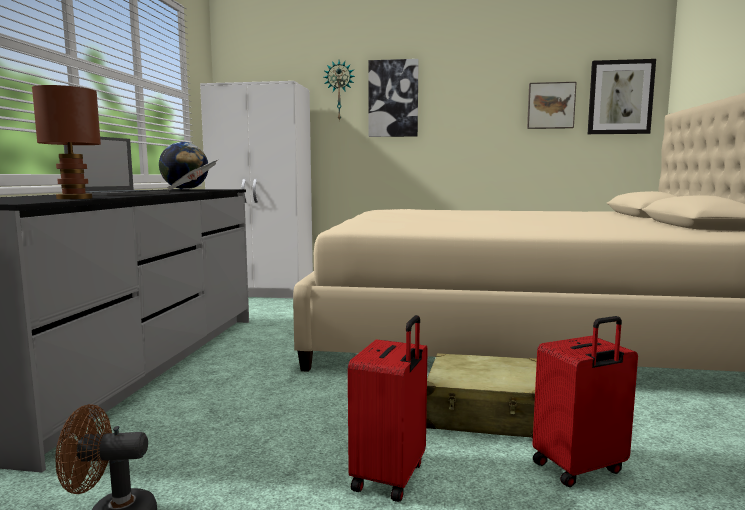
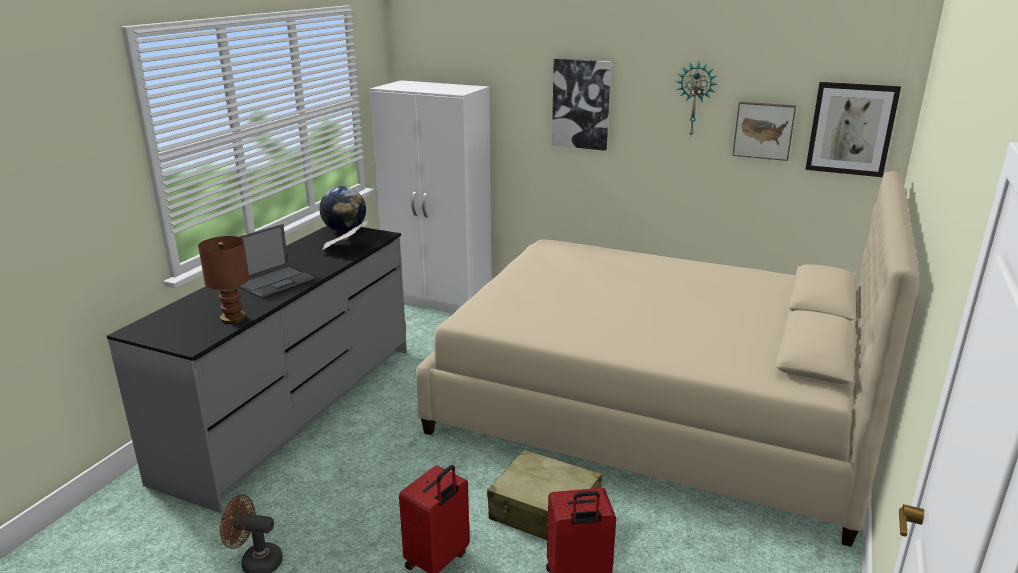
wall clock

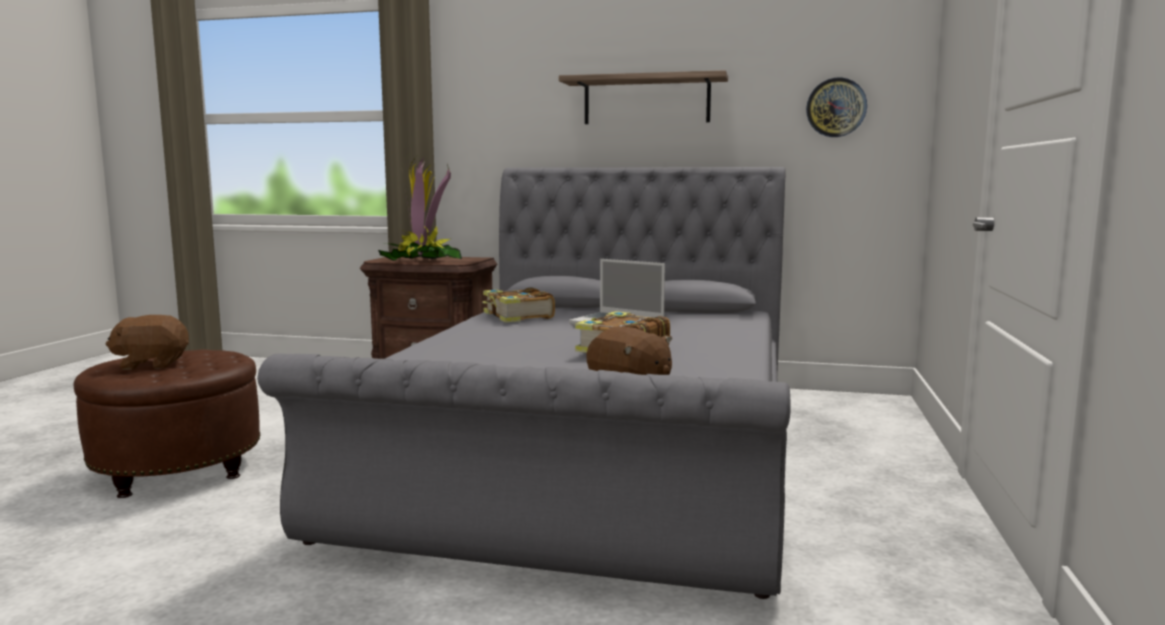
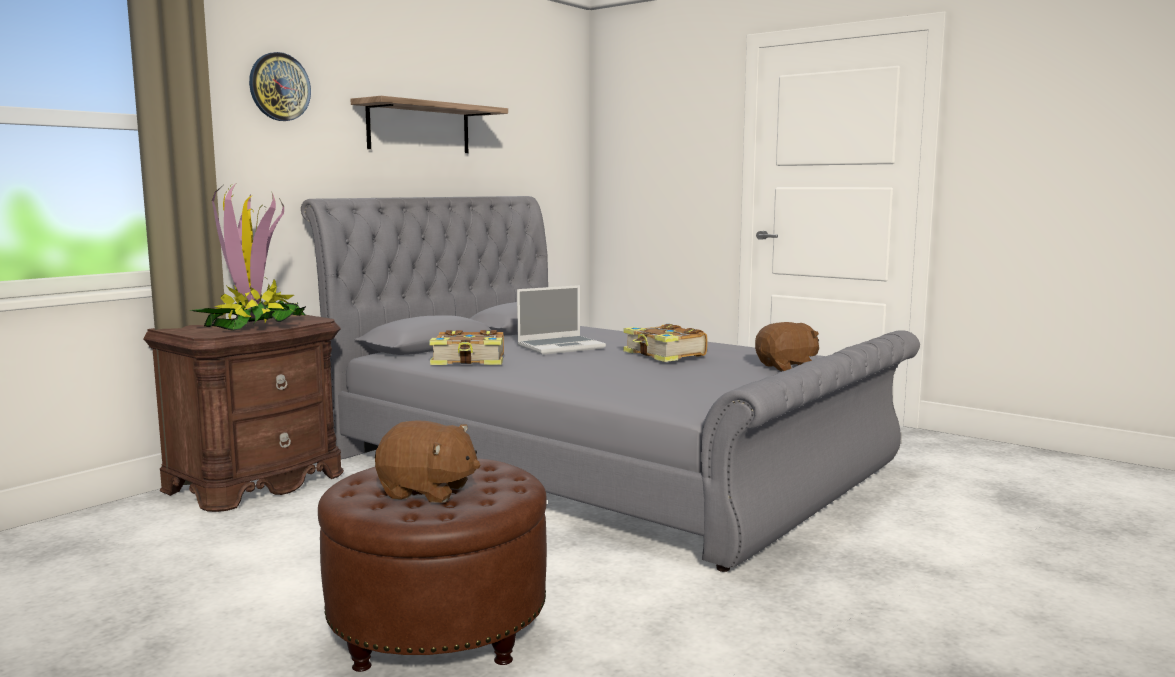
wall clock
brown plush toy (no. 1 from left)

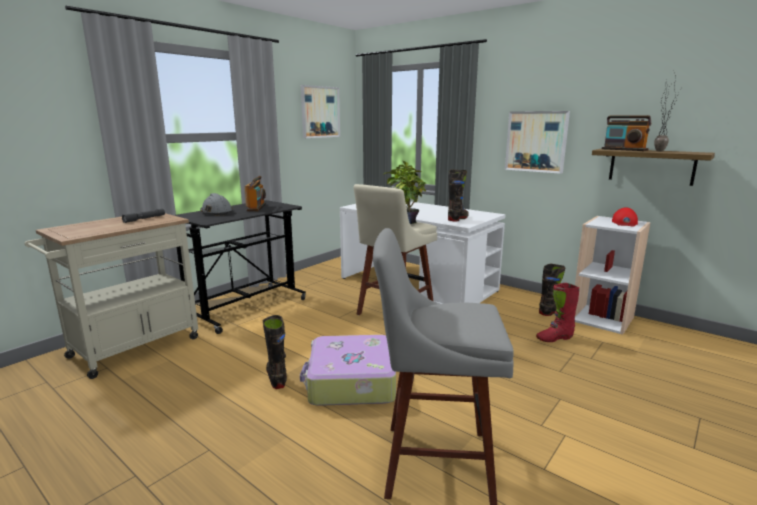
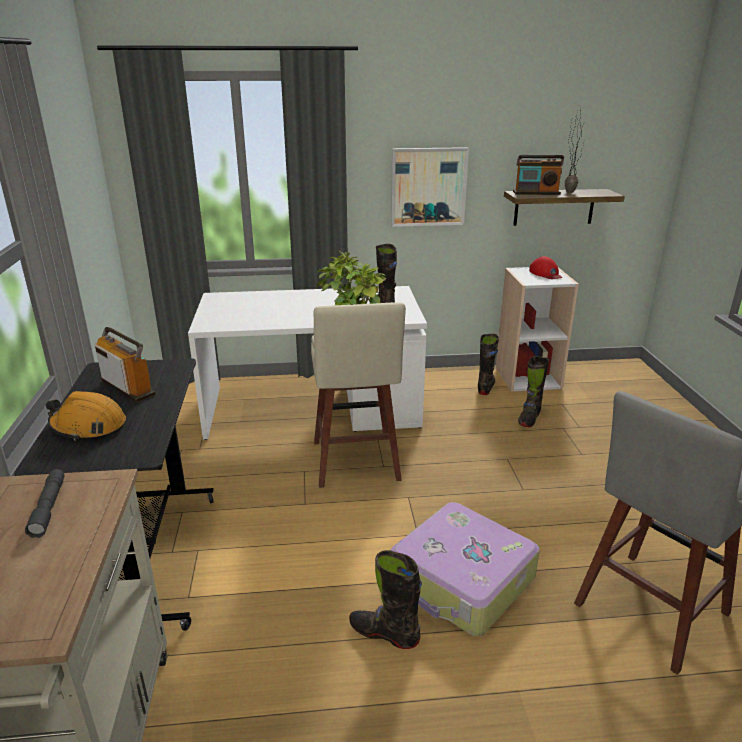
picture (no. 1 from left in the first image)
orange hard hat
black boot (no. 4 from left)

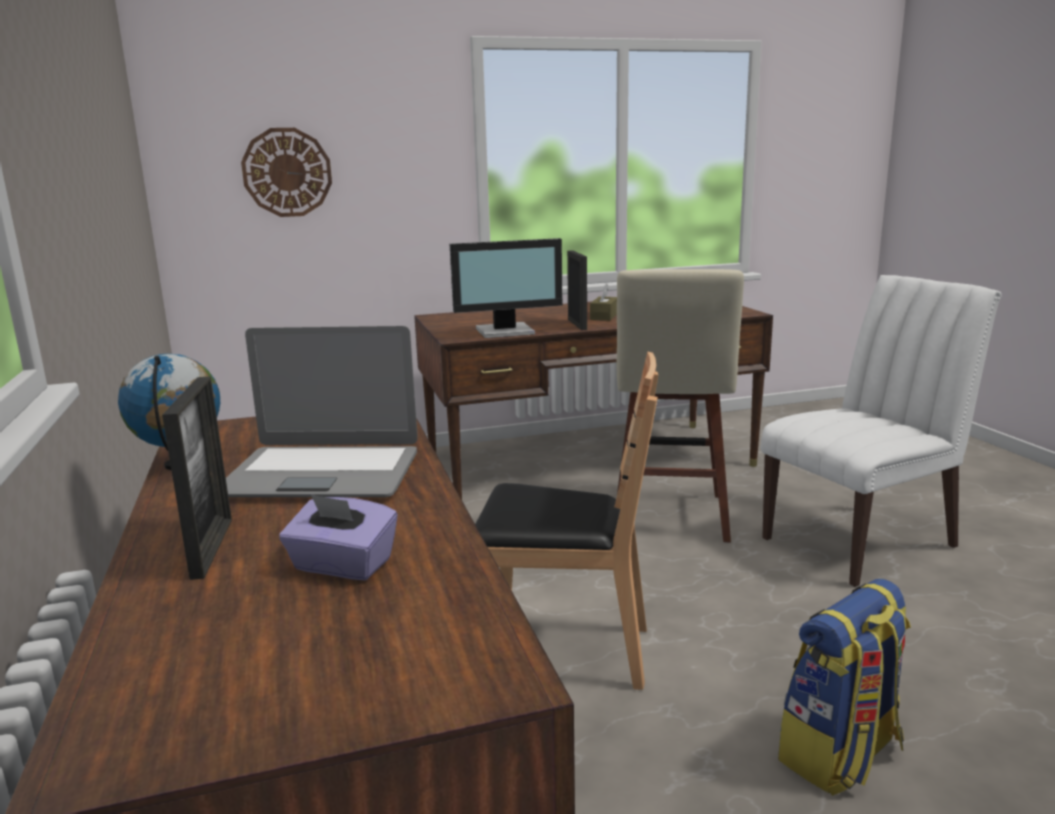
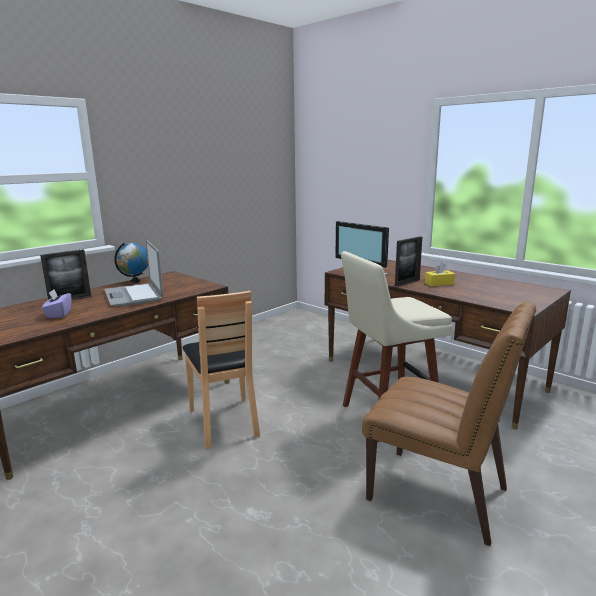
wall clock
backpack
yellow tissue box
brown chair (no. 2 from left)

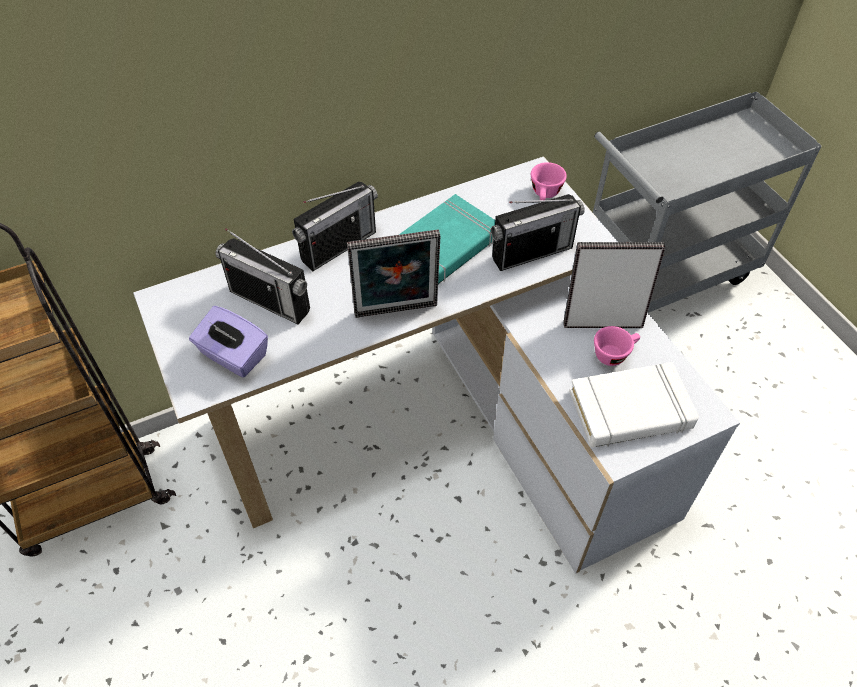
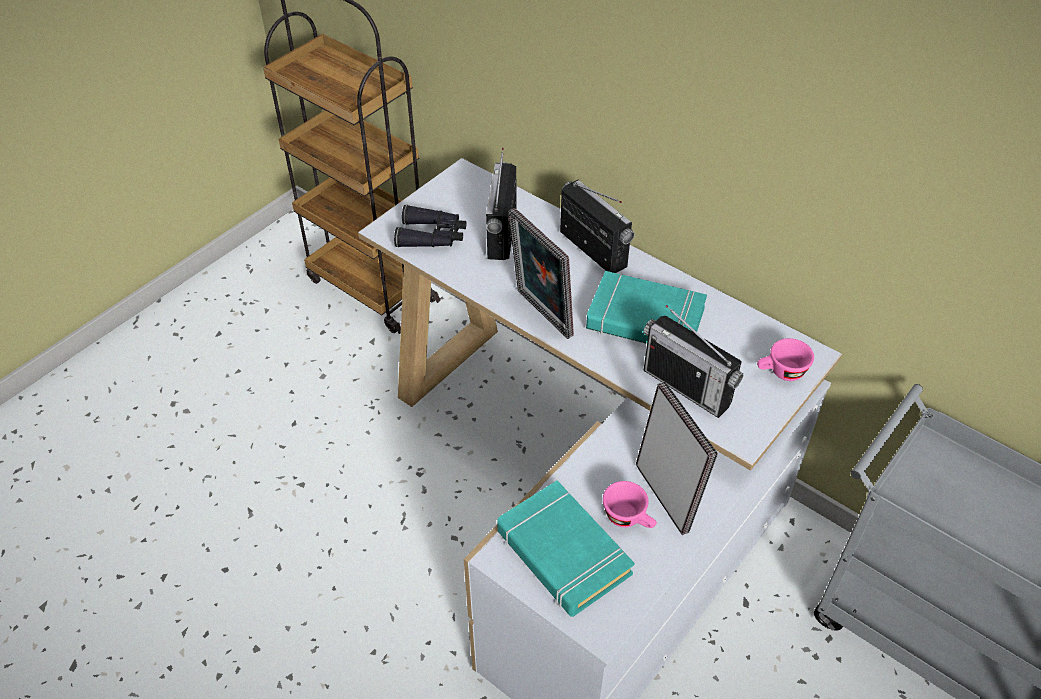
black binoculars
turquoise book (no. 1 from left)
radio (no. 2 from left)

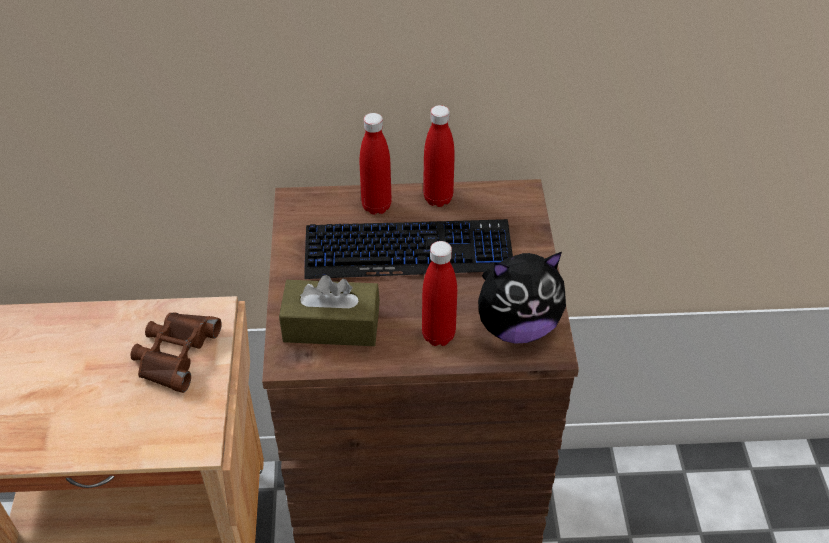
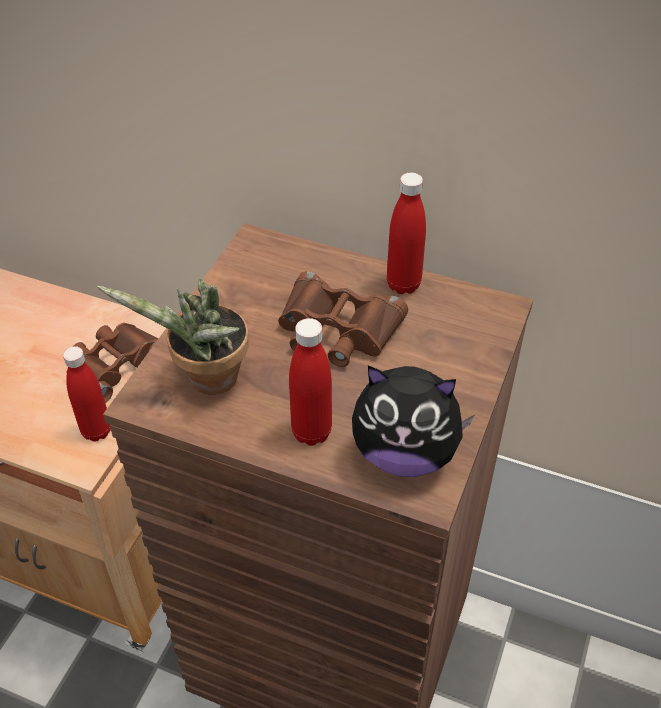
red bottle (no. 1 from left)
potted plant
brown binoculars (no. 2 from left)

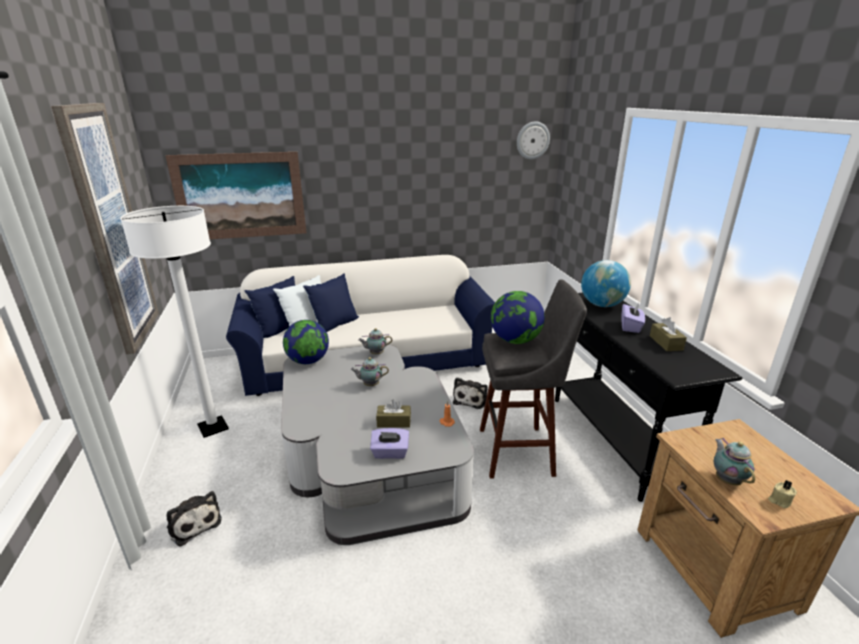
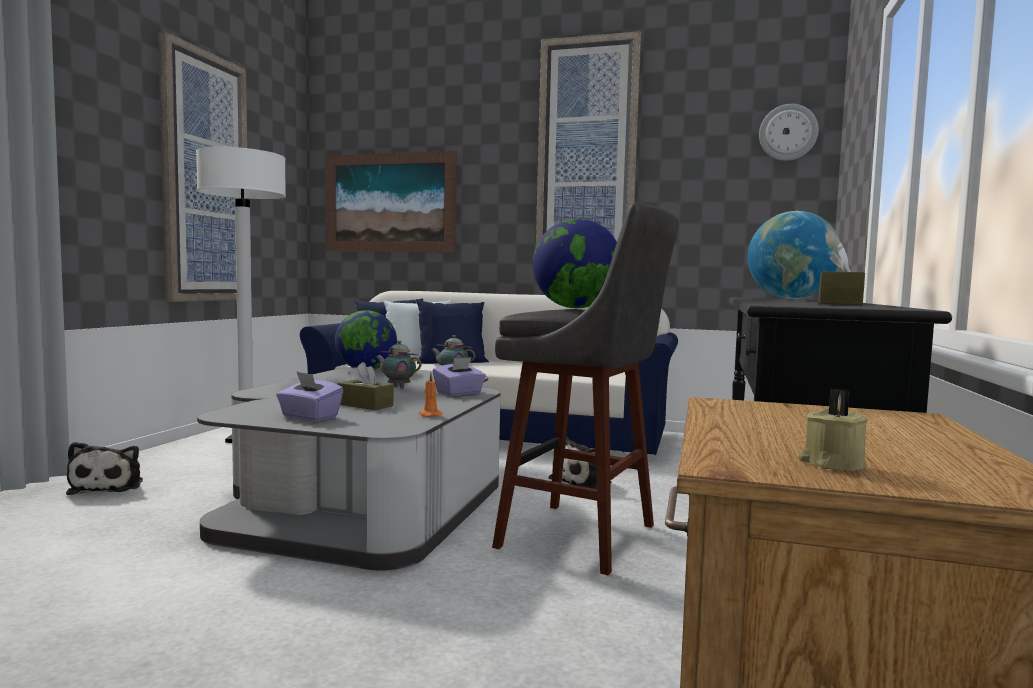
teapot (no. 3 from left in the first image)
picture (no. 3 from left)
purple tissue box (no. 2 from left)

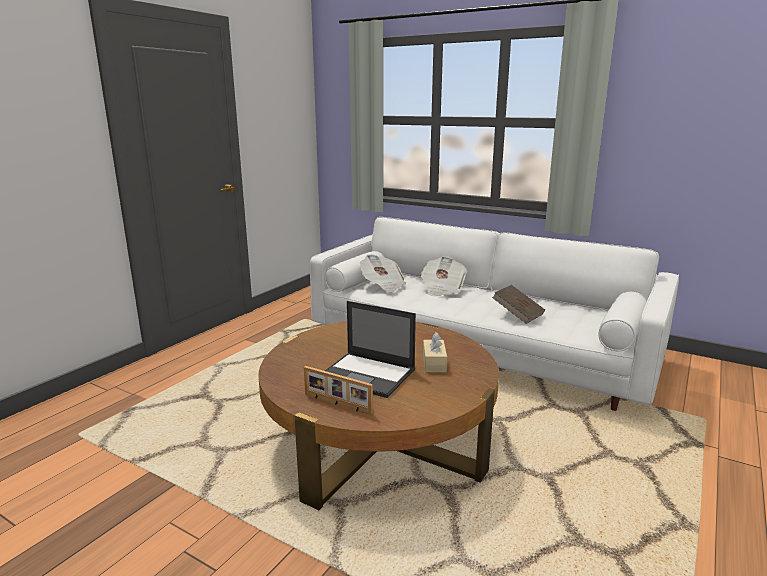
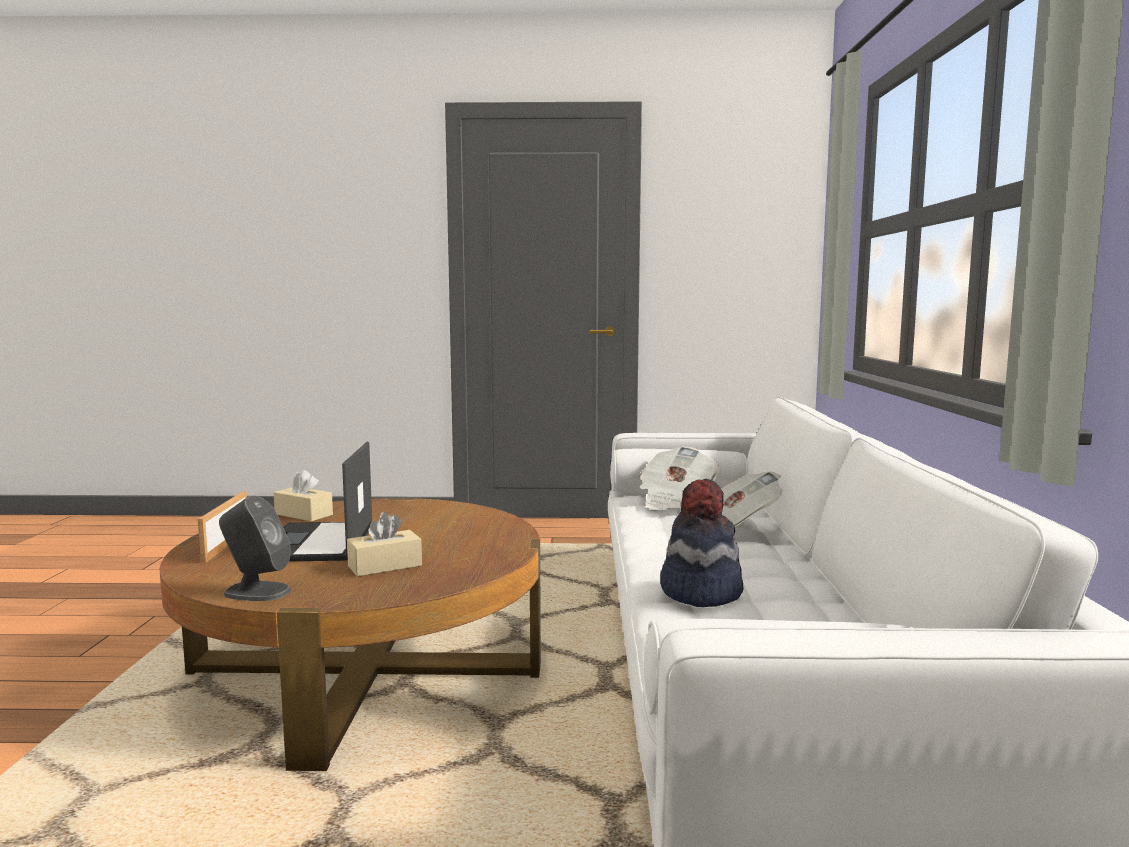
grey speaker
beige tissue box (no. 1 from left)
hat

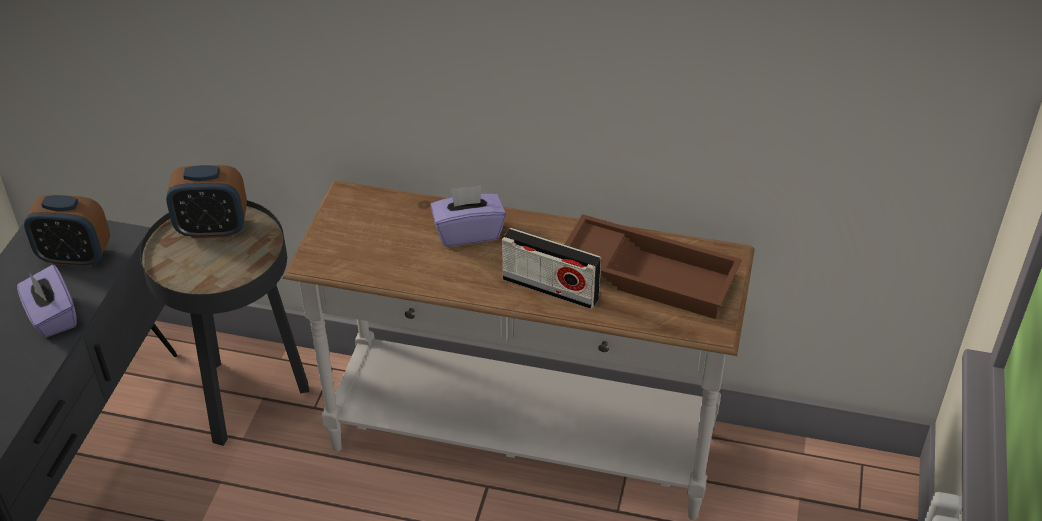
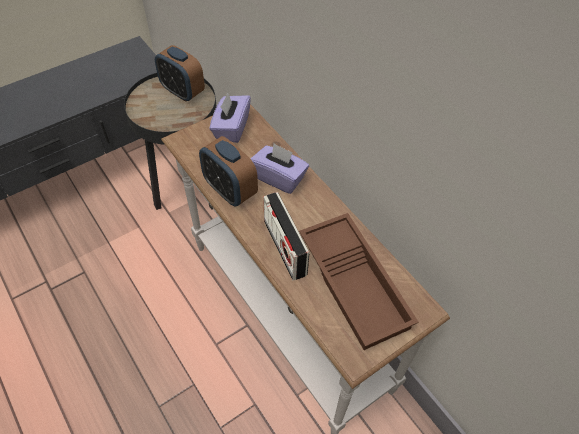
purple tissue box (no. 1 from left)
alarm clock (no. 2 from left)

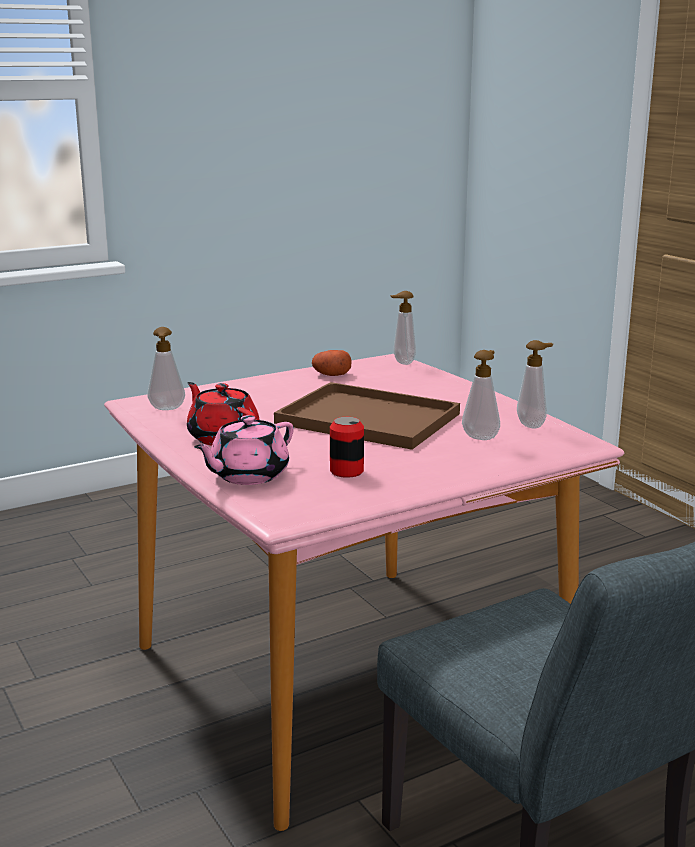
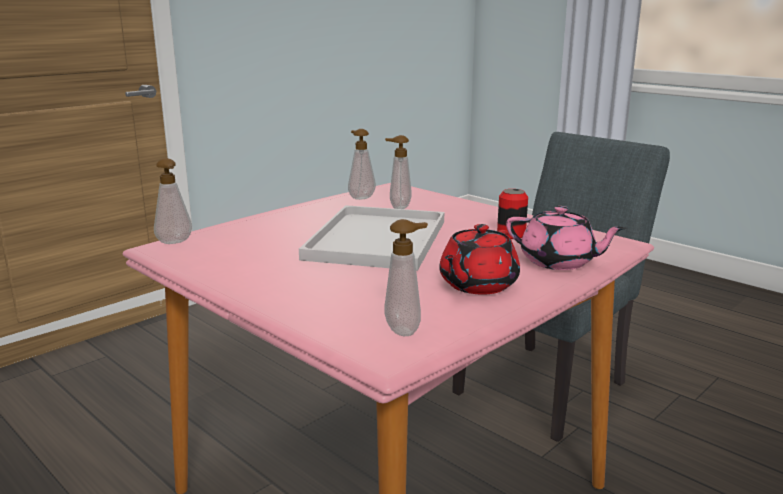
potato
white tray

